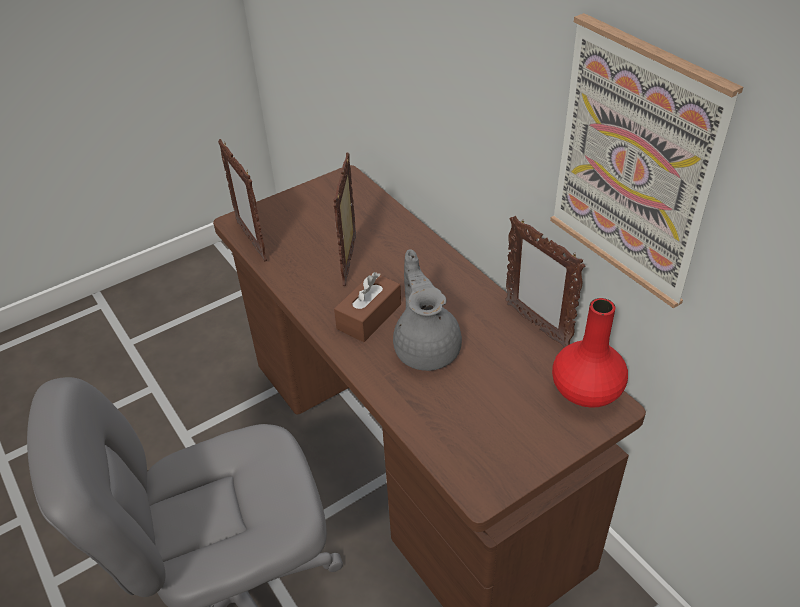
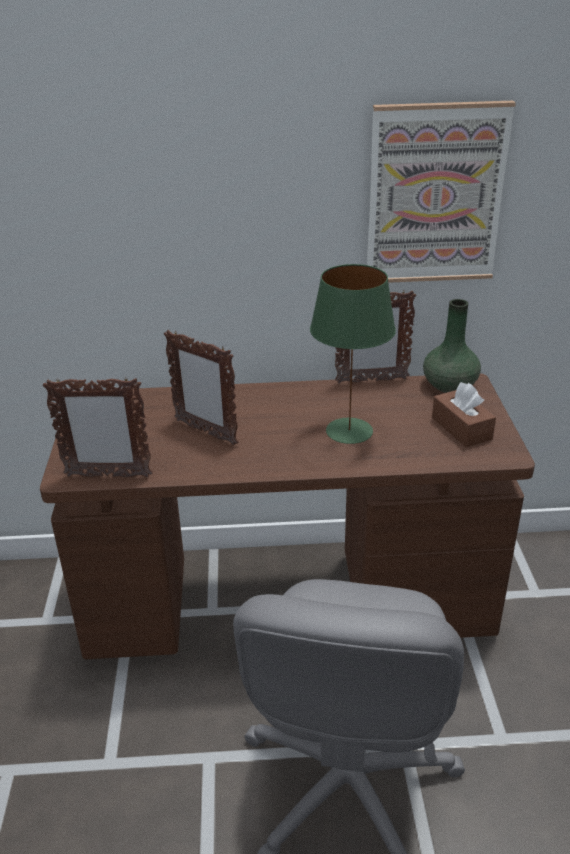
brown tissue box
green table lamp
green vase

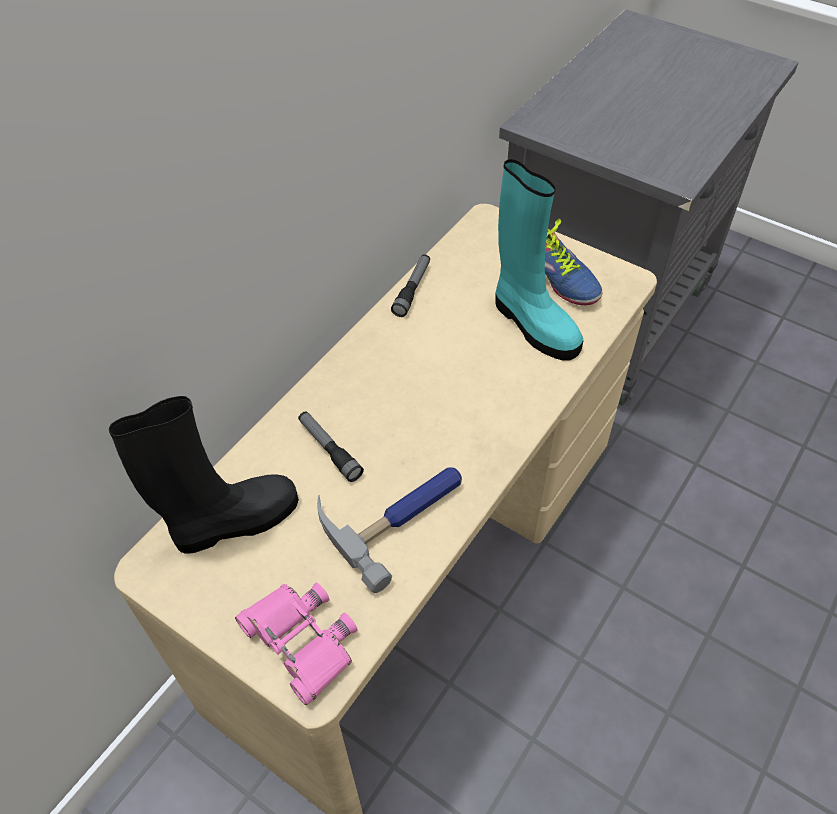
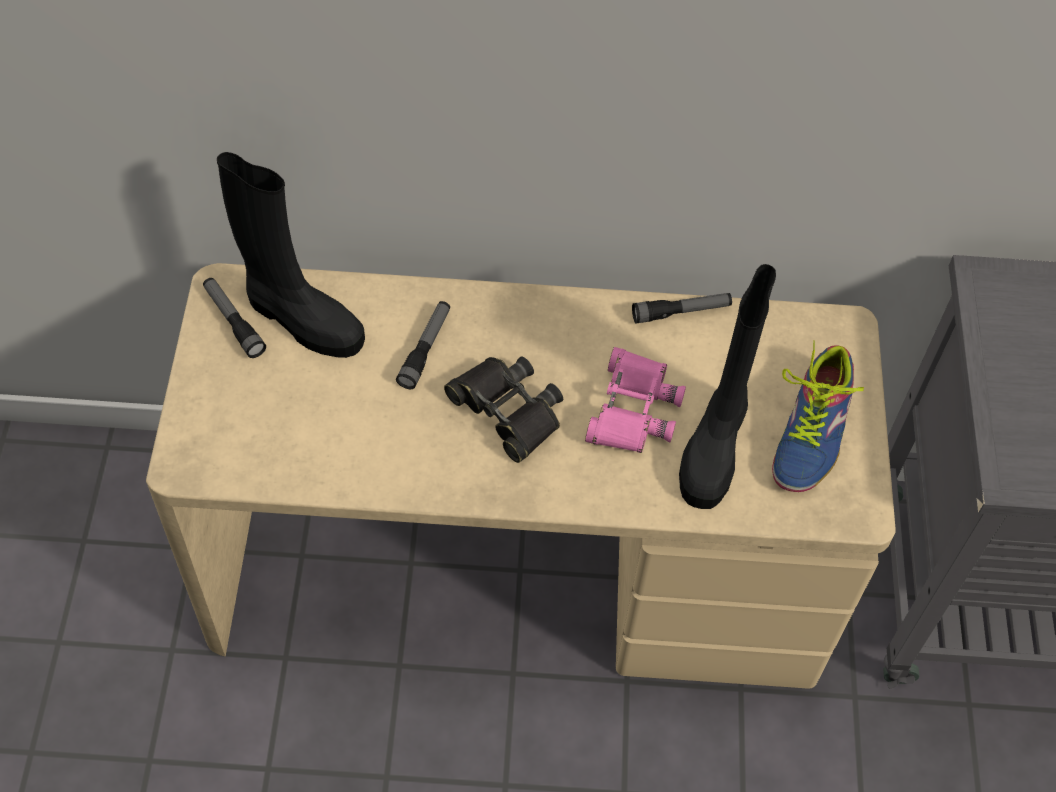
hammer
flashlight (no. 1 from left)
black binoculars
pink binoculars
black boot (no. 2 from left)

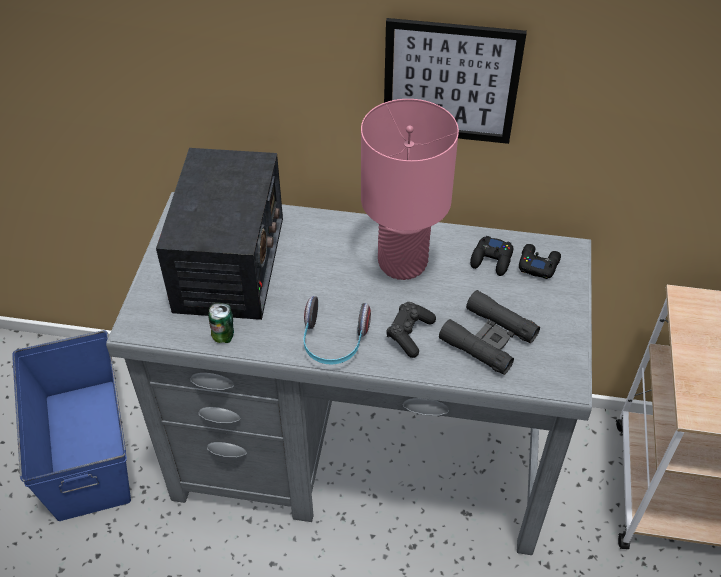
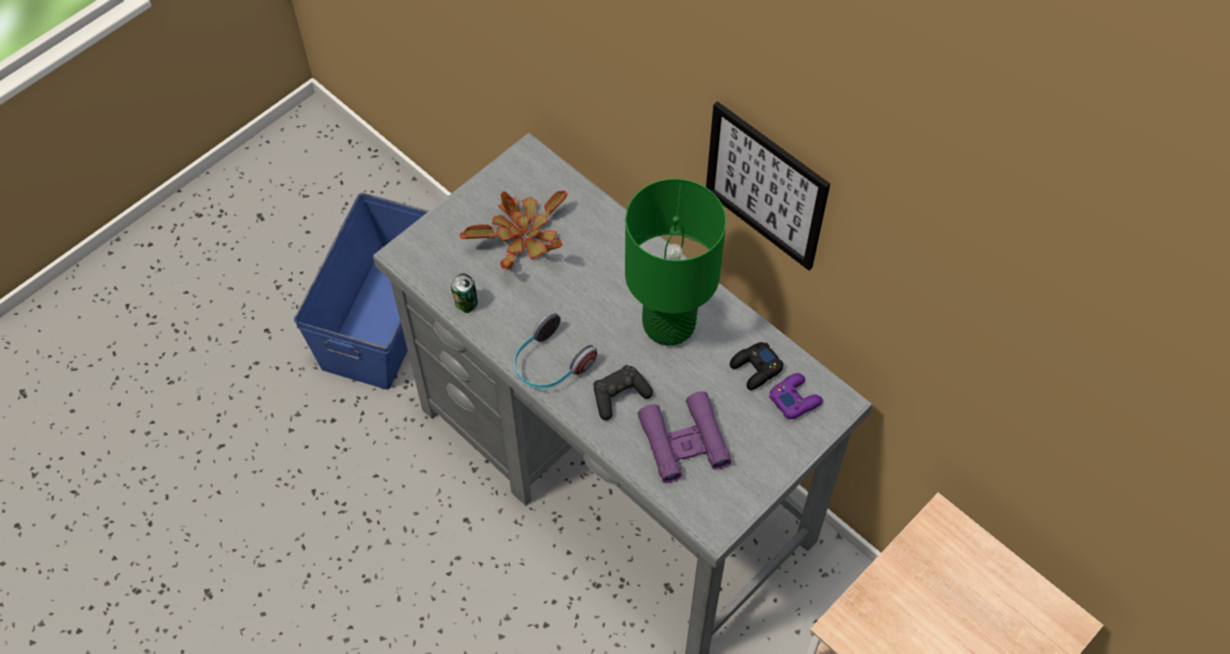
potted plant
green table lamp
purple binoculars
purple game controller

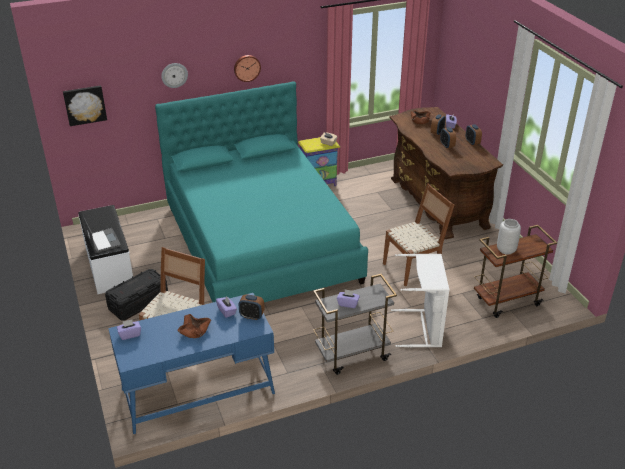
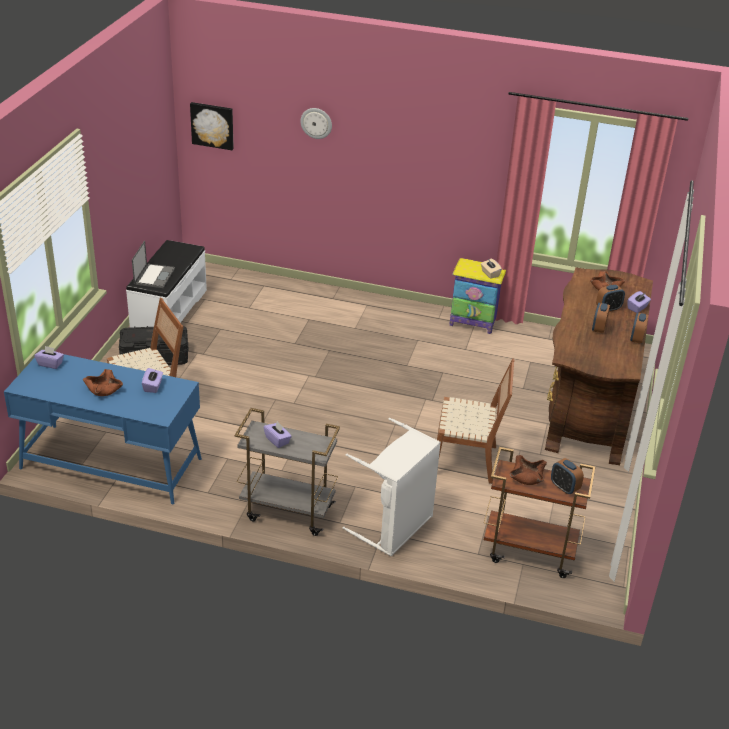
turquoise bed
wall clock (no. 2 from left in the first image)
alarm clock (no. 1 from left)
brown bowl (no. 2 from left)

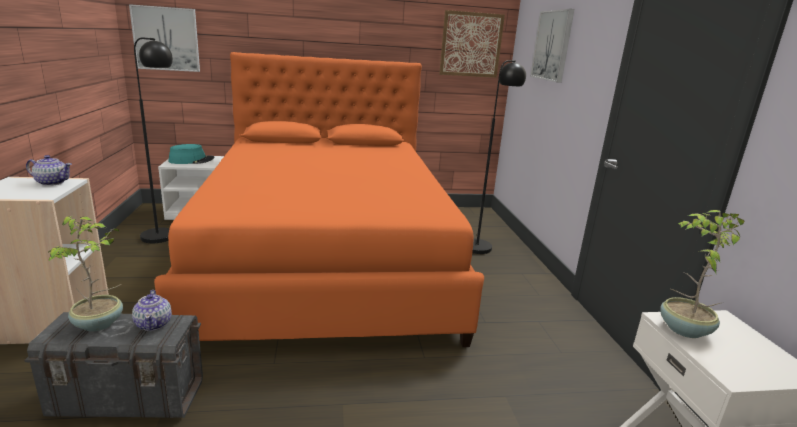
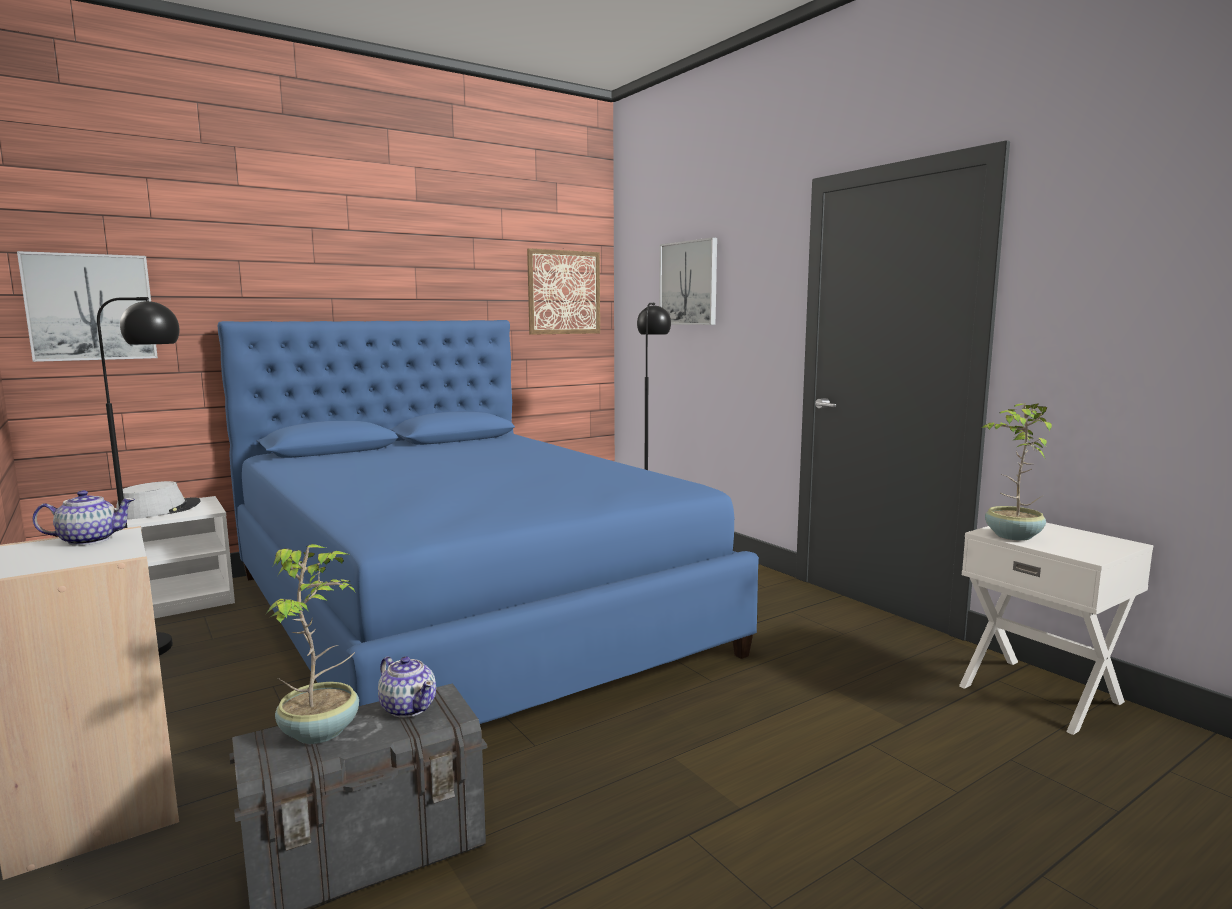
blue bed
grey hat

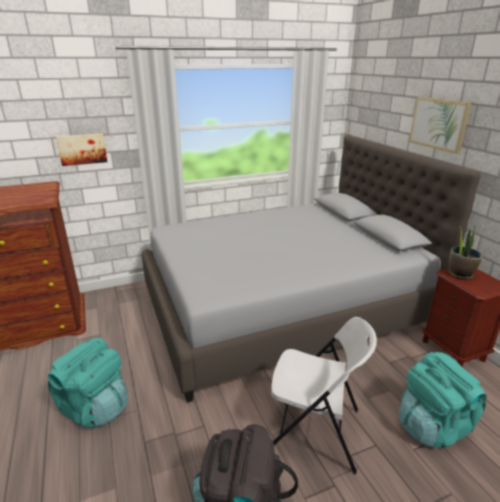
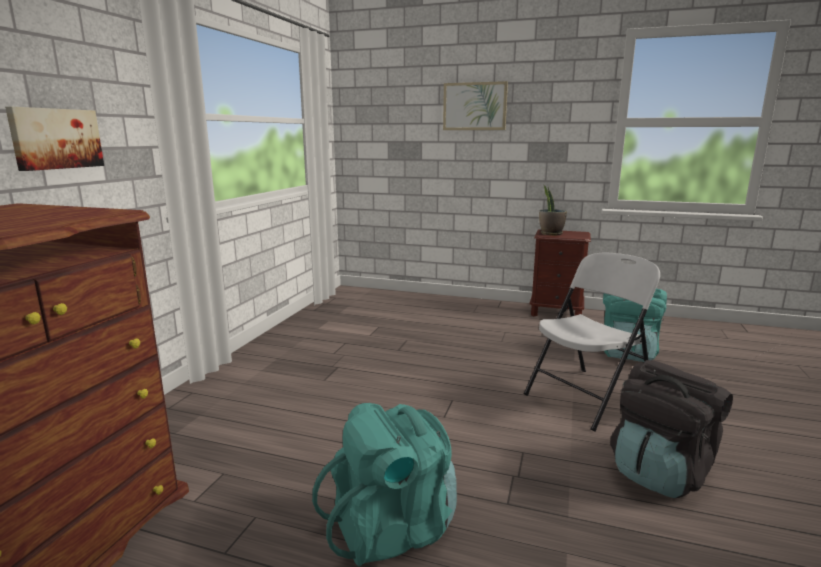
grey bed

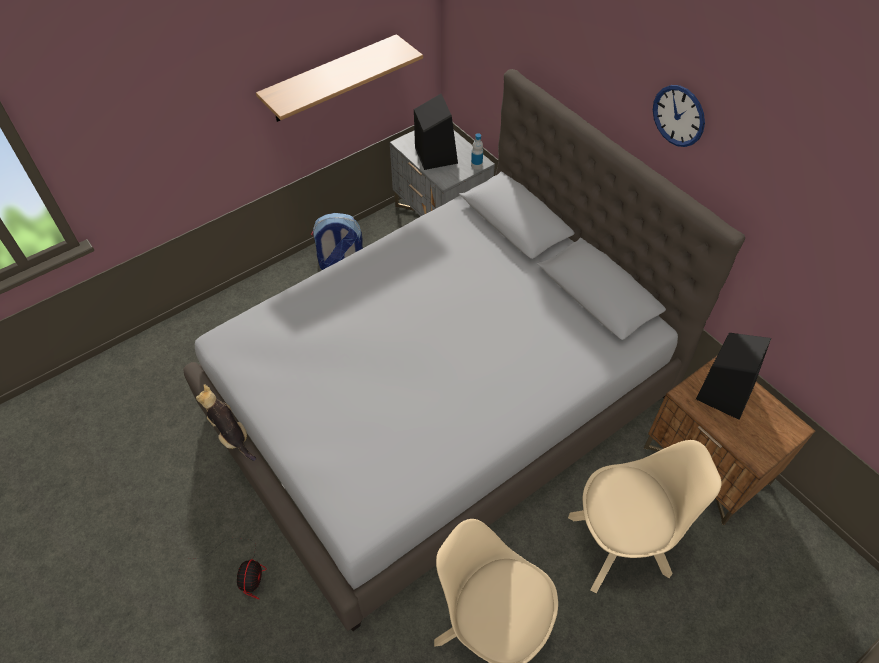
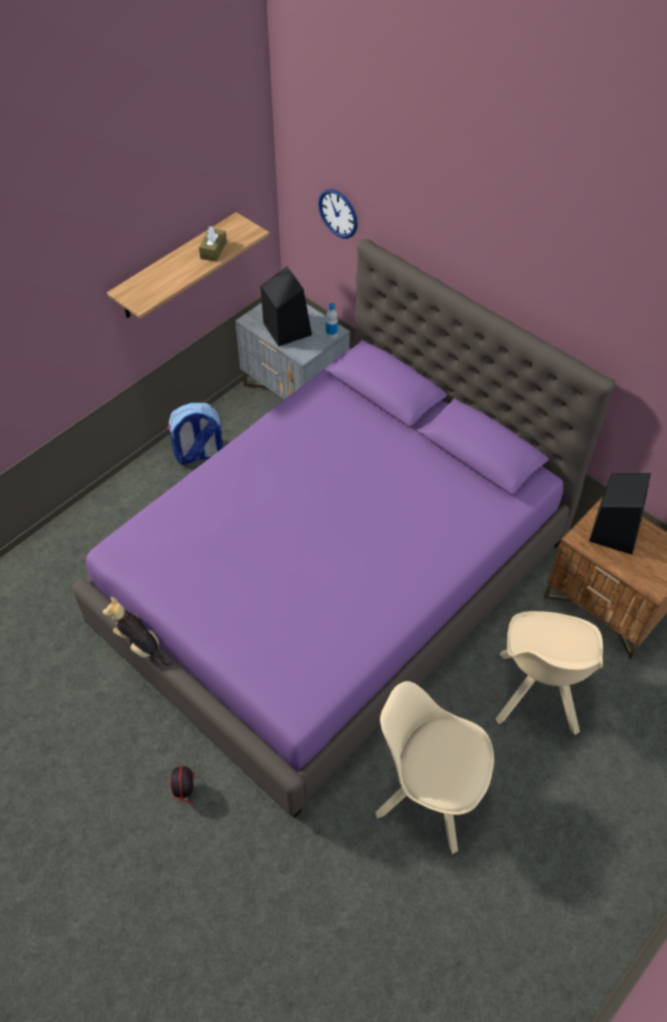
brown tissue box
wall clock
purple bed
beige chair (no. 2 from left)

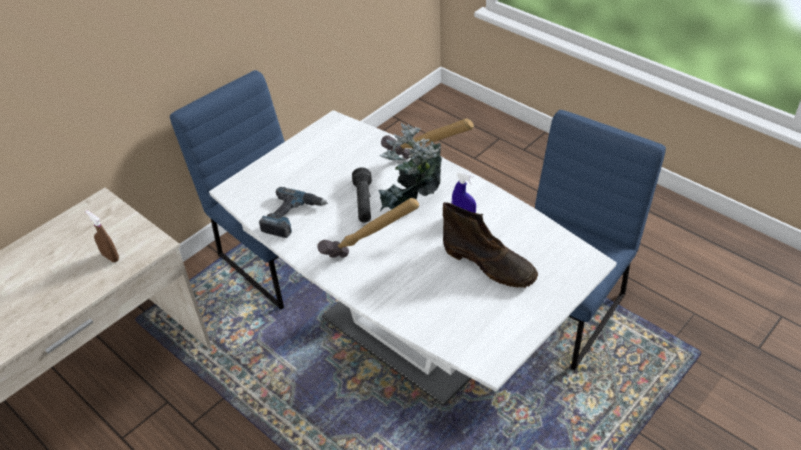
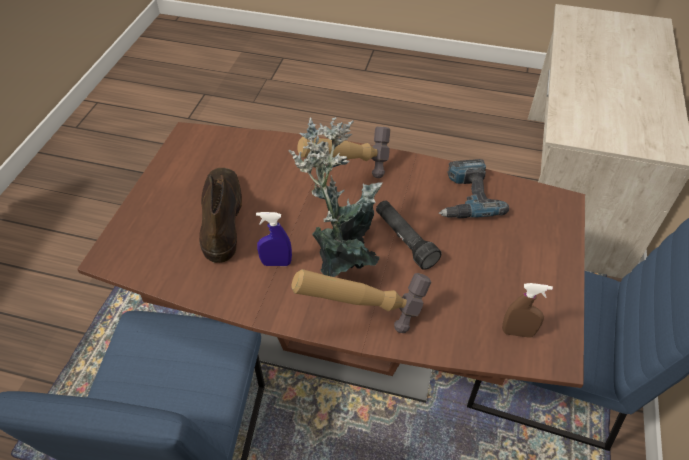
brown spray bottle
brown dining table
brown boot

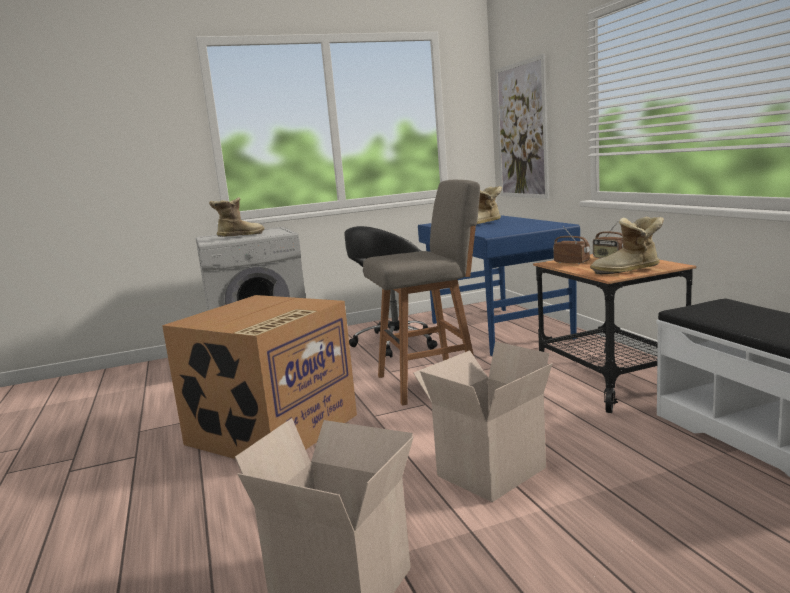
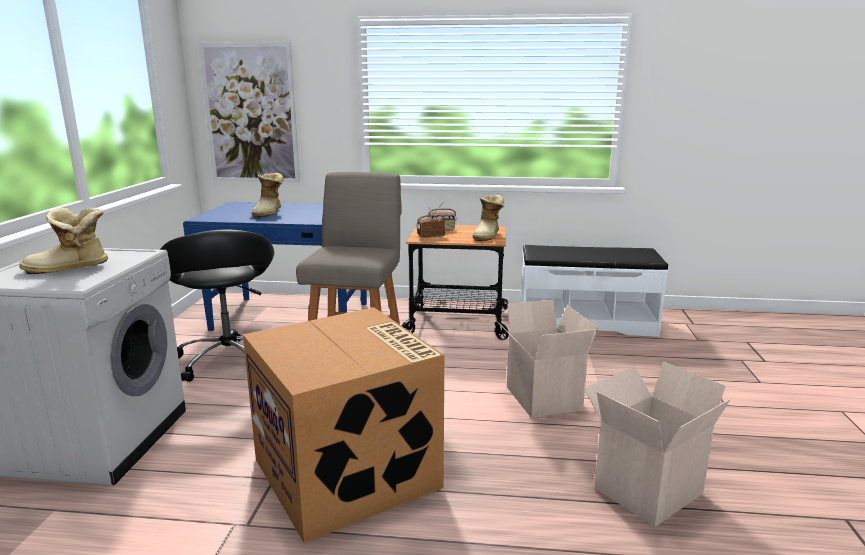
boot (no. 1 from left)

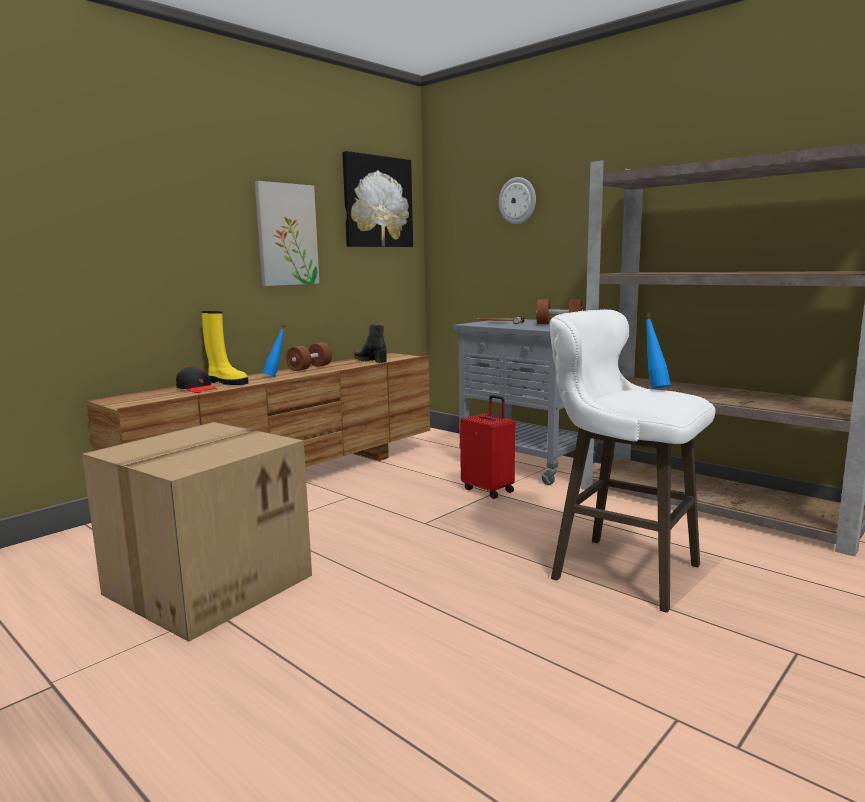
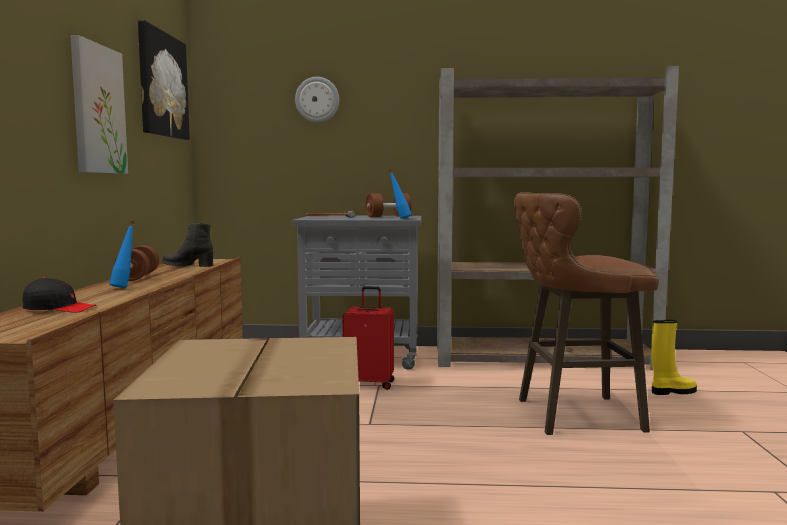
yellow boot
blue bottle (no. 2 from left)
brown stool

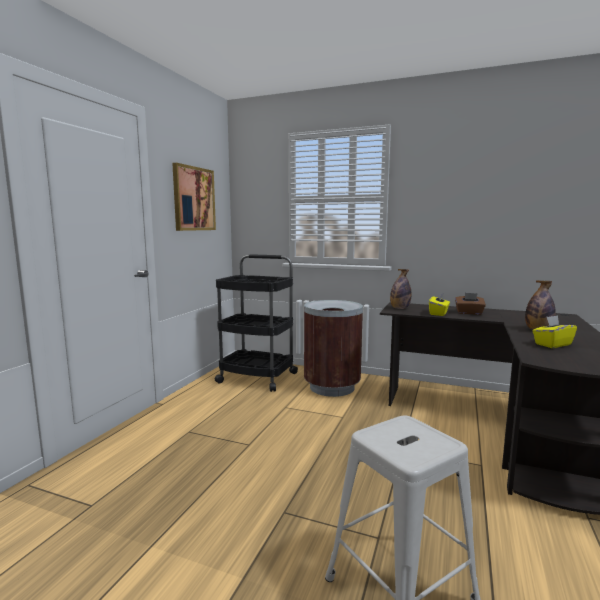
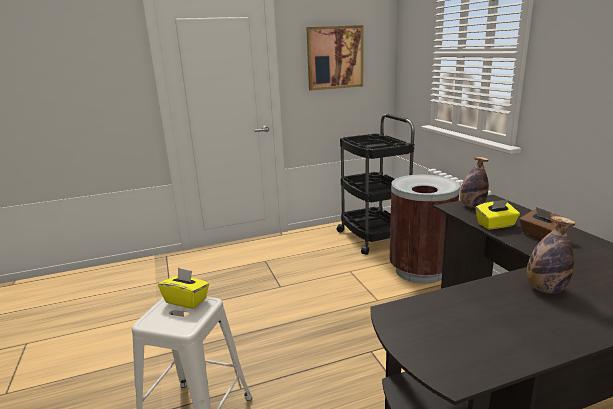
yellow tissue box (no. 1 from left)

